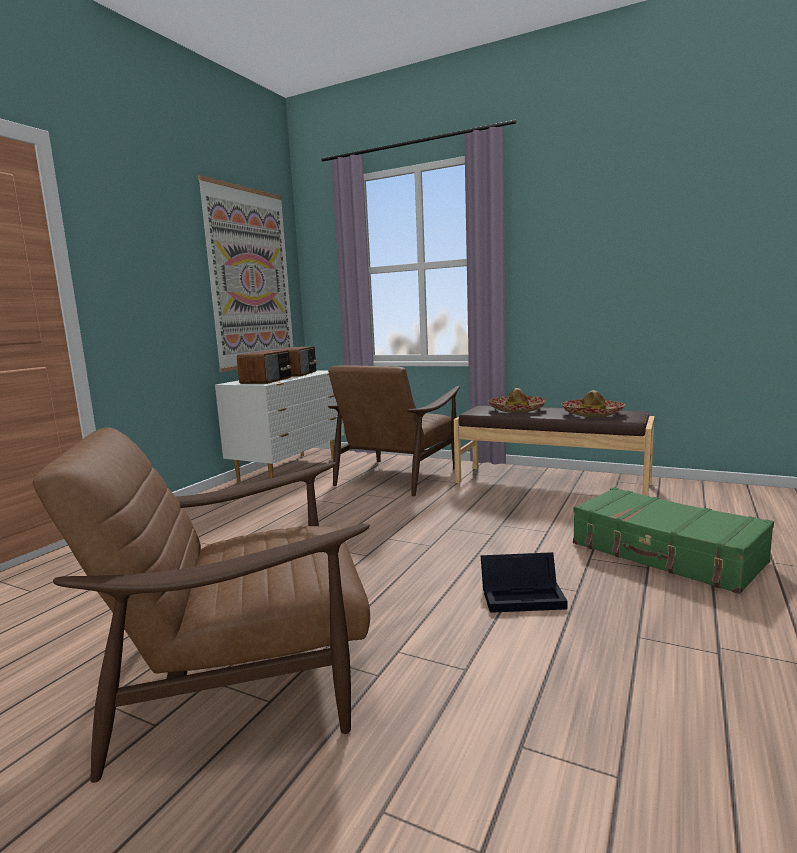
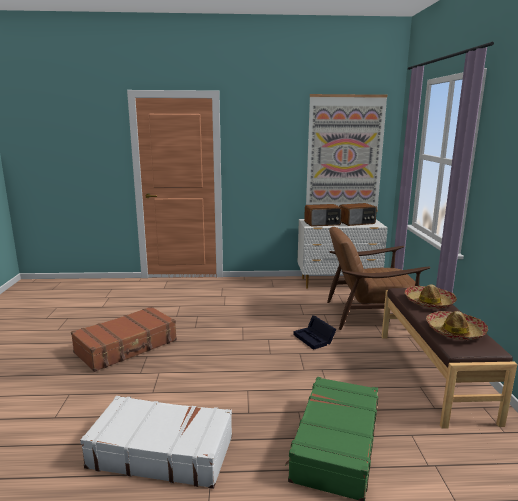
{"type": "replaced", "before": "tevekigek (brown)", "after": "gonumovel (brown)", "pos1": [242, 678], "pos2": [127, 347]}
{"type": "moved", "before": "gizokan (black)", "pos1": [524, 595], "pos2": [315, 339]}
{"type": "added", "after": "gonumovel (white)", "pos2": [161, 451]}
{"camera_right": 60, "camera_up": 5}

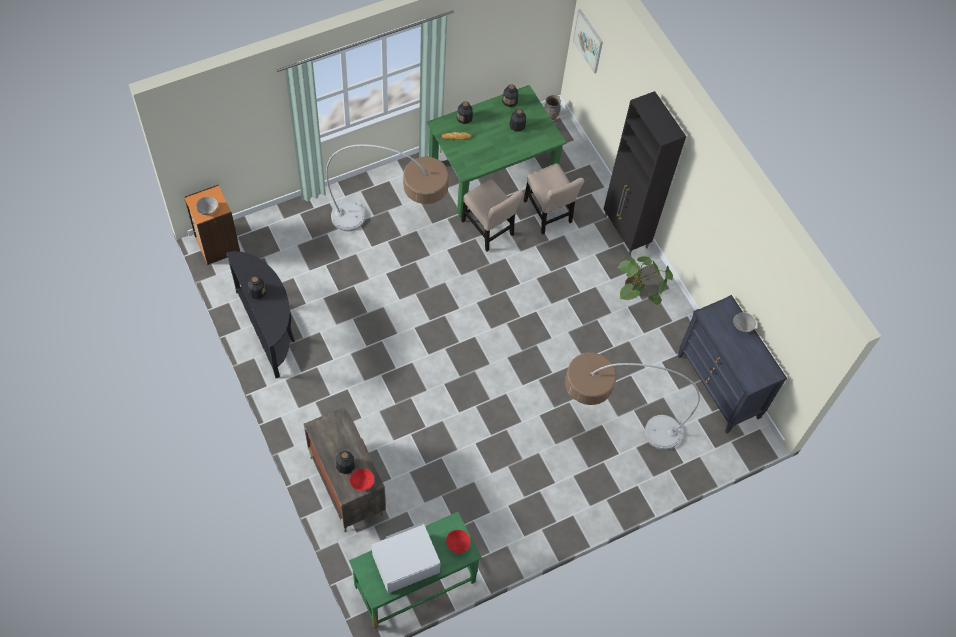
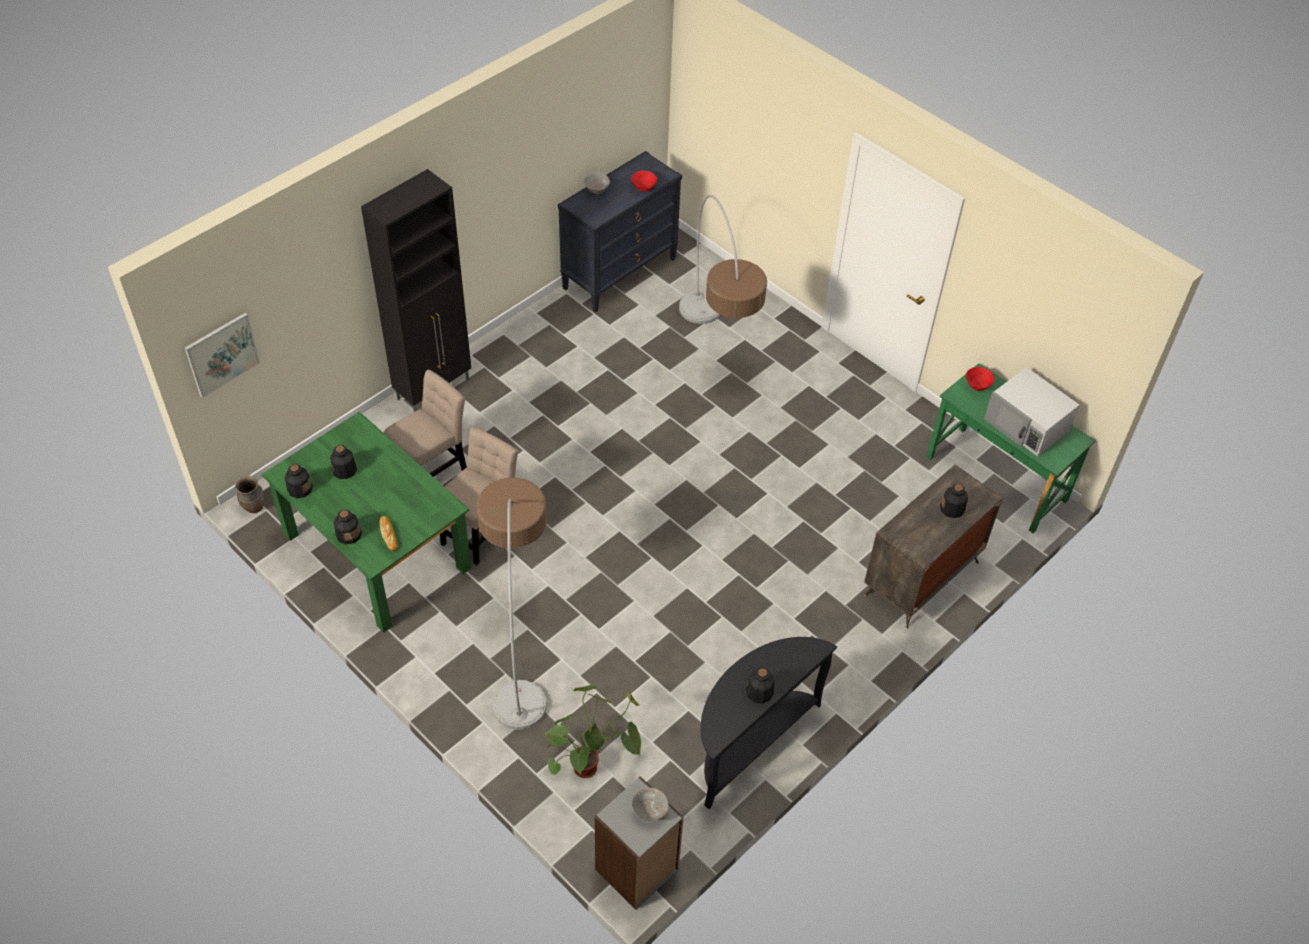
{"type": "recoloured", "before": "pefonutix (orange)", "after": "pefonutix (grey)", "pos1": [217, 245], "pos2": [637, 870]}
{"type": "moved", "before": "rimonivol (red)", "pos1": [362, 483], "pos2": [644, 187]}
{"type": "moved", "before": "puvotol", "pos1": [636, 295], "pos2": [590, 759]}
{"camera_right": -105, "camera_up": -10}

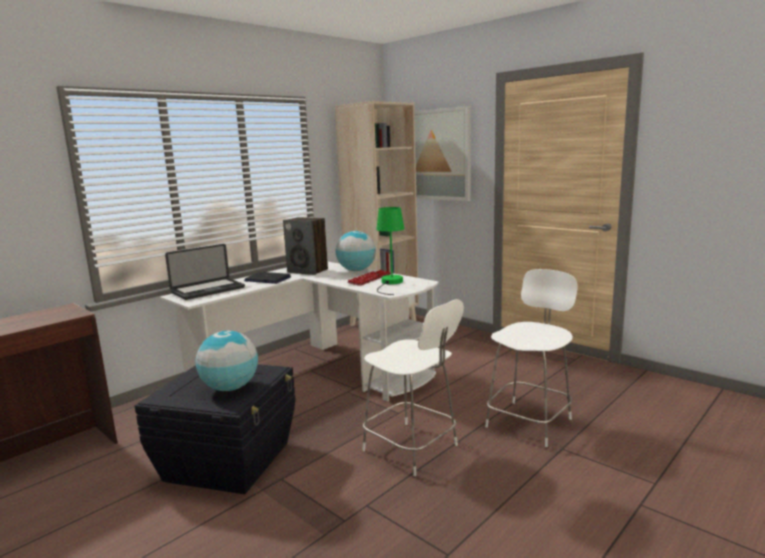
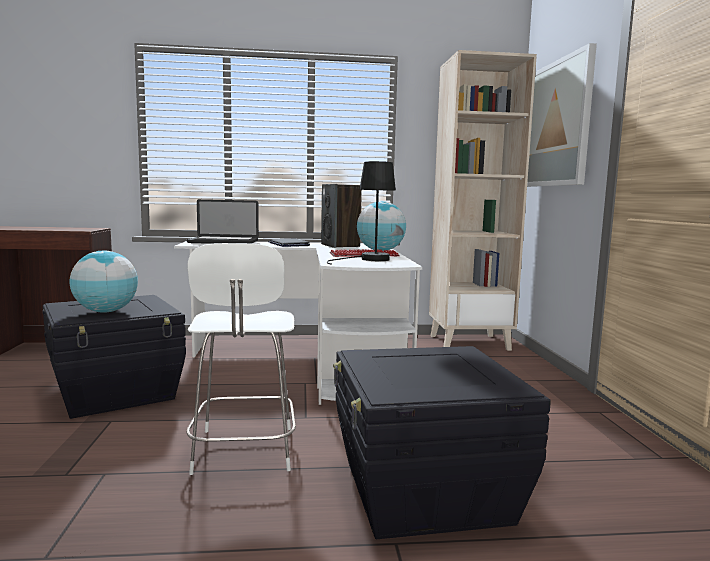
{"type": "recoloured", "before": "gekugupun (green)", "after": "gekugupun (black)", "pos1": [390, 283], "pos2": [367, 260]}
{"type": "replaced", "before": "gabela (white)", "after": "gizokan (black)", "pos1": [530, 421], "pos2": [424, 492]}
{"camera_right": 40, "camera_up": -5}

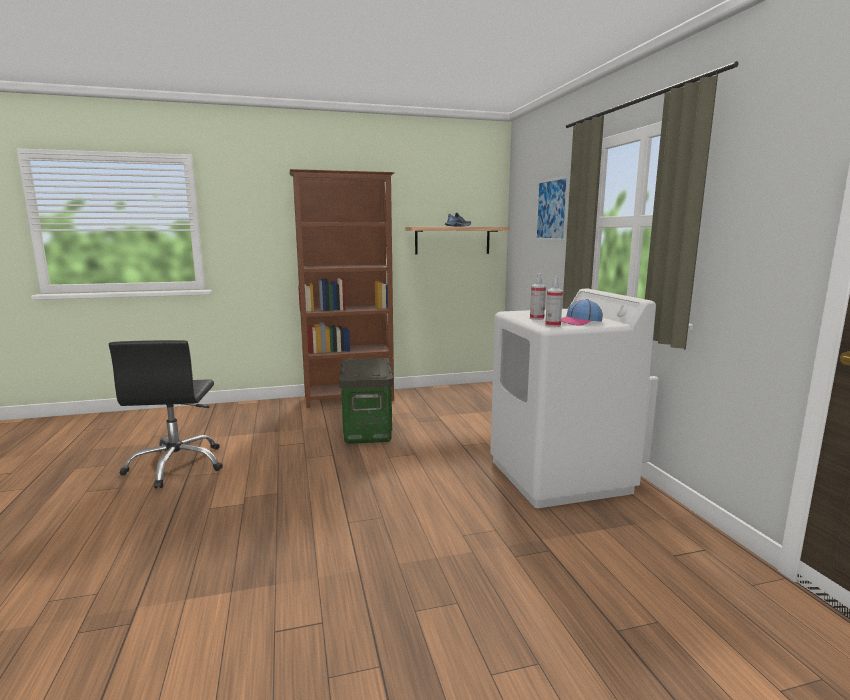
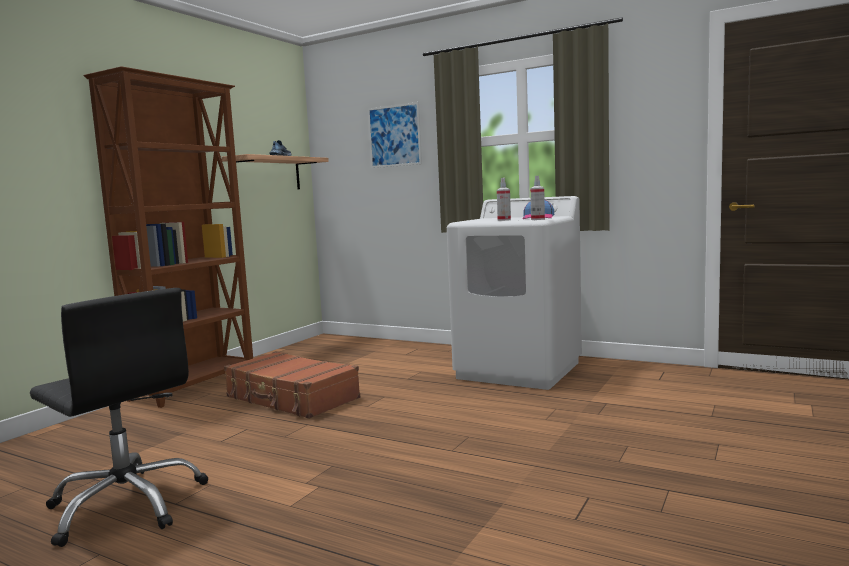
{"type": "replaced", "before": "gizokan", "after": "gonumovel (brown)", "pos1": [368, 430], "pos2": [291, 398]}
{"camera_right": -45, "camera_up": -5}

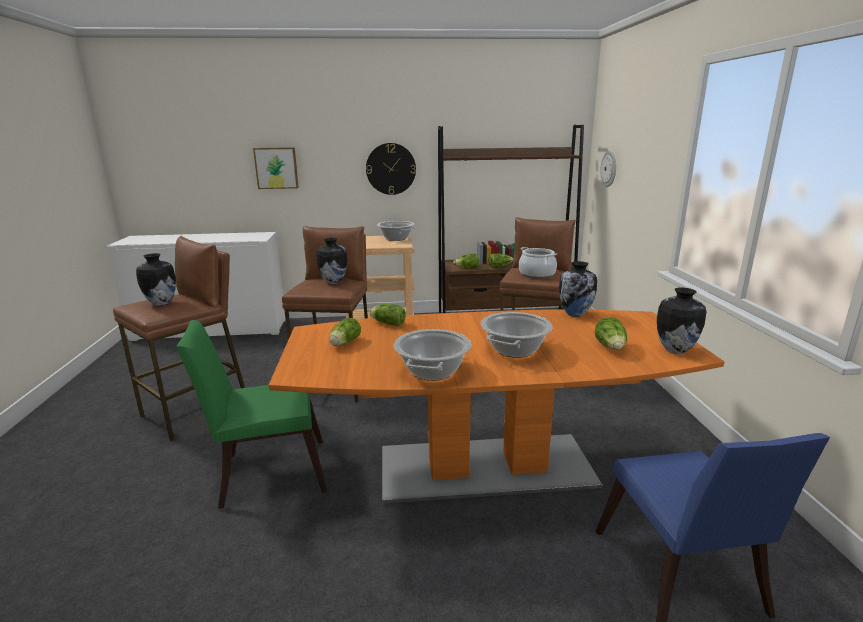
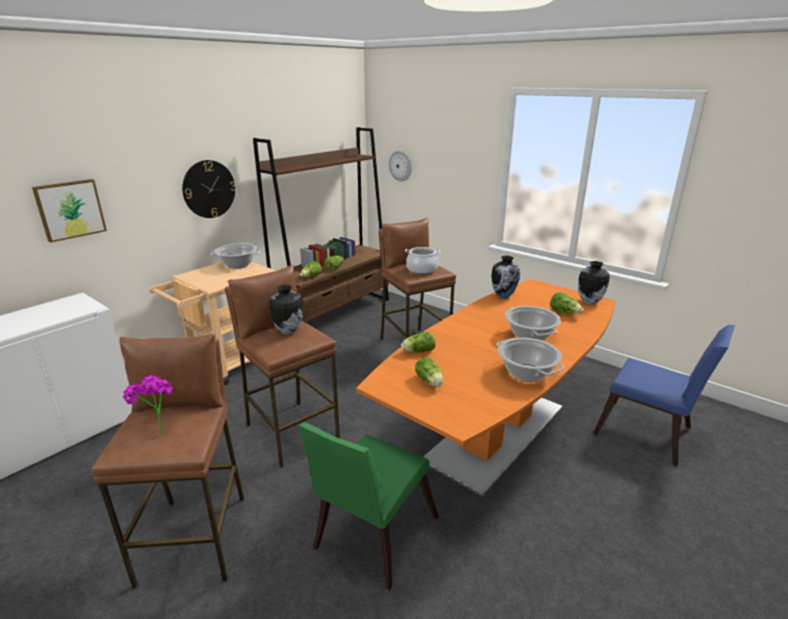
{"type": "replaced", "before": "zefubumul", "after": "puvotol", "pos1": [161, 303], "pos2": [158, 430]}
{"camera_right": -45, "camera_up": 5}

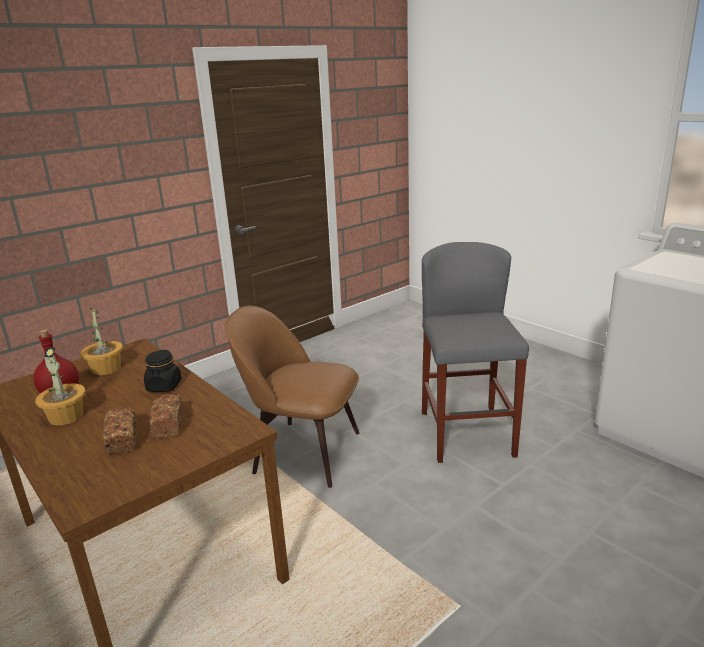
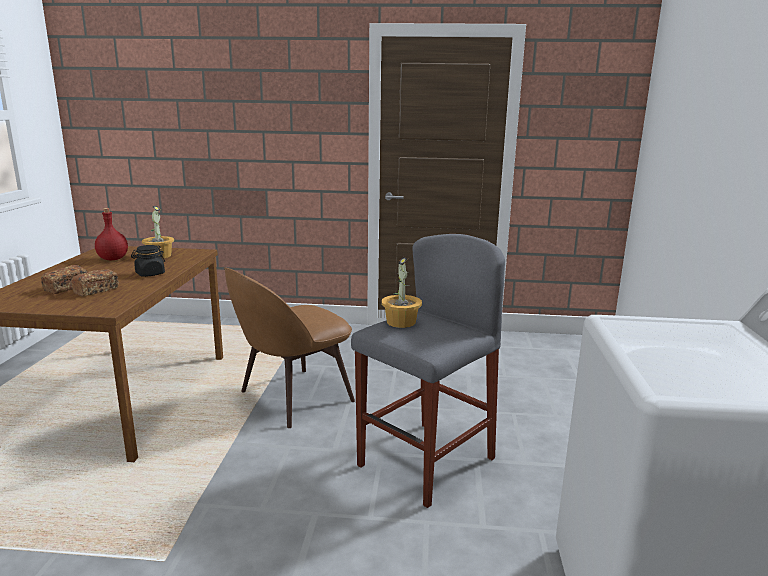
{"type": "moved", "before": "puvotol", "pos1": [66, 416], "pos2": [401, 322]}
{"type": "turned", "before": "gabela (brown)", "pos1": [302, 451], "pos2": [292, 398], "turn": -105}
{"camera_right": 45, "camera_up": -5}

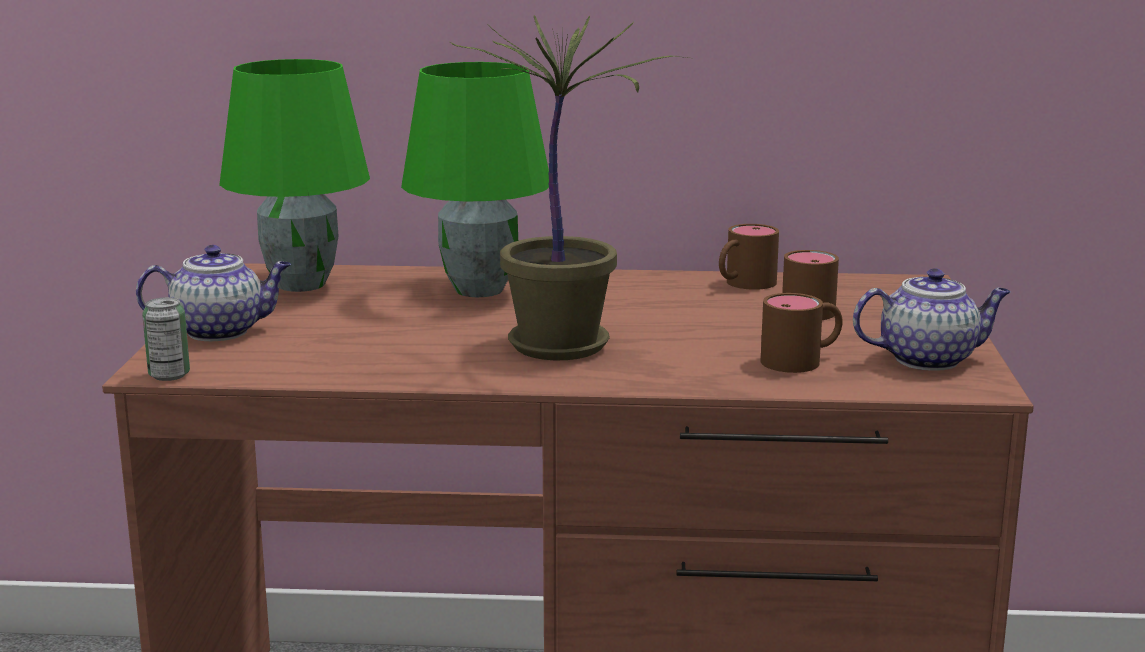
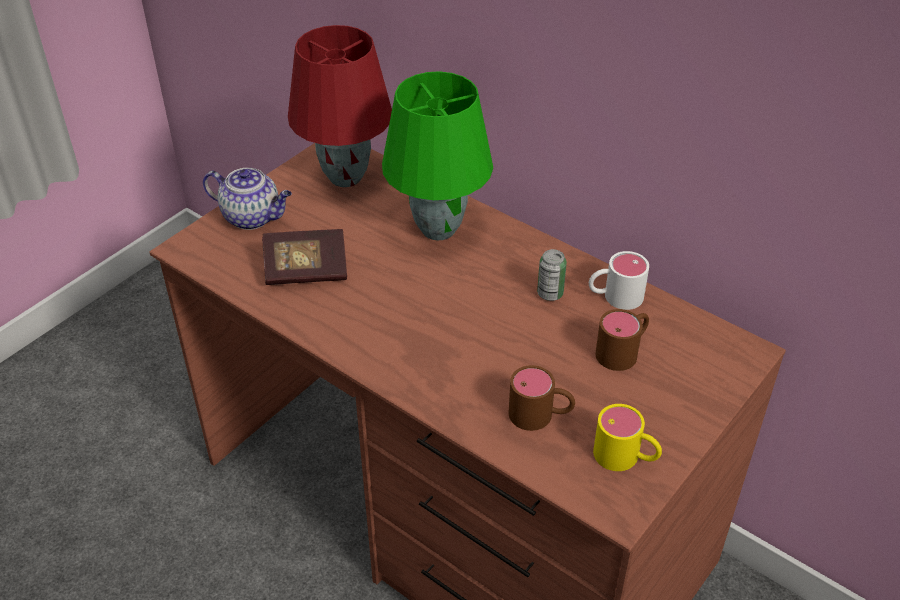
{"type": "moved", "before": "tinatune", "pos1": [169, 375], "pos2": [550, 293]}
{"type": "recoloured", "before": "gekugupun (green)", "after": "gekugupun (red)", "pos1": [300, 285], "pos2": [344, 178]}
{"type": "removed", "before": "puvotol", "pos1": [563, 347]}
{"type": "recoloured", "before": "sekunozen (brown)", "after": "sekunozen (white)", "pos1": [743, 284], "pos2": [614, 296]}
{"type": "replaced", "before": "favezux", "after": "sekunozen (yellow)", "pos1": [929, 359], "pos2": [626, 457]}
{"type": "added", "after": "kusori", "pos2": [306, 271]}
{"camera_right": 35, "camera_up": 25}

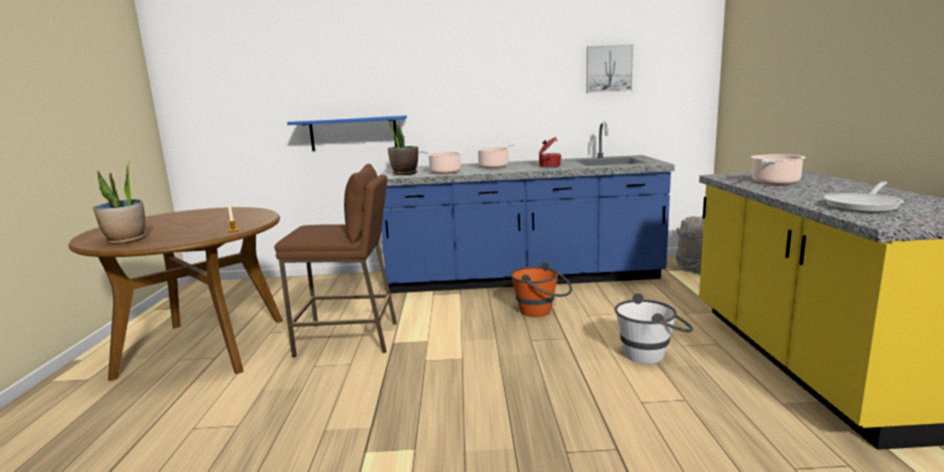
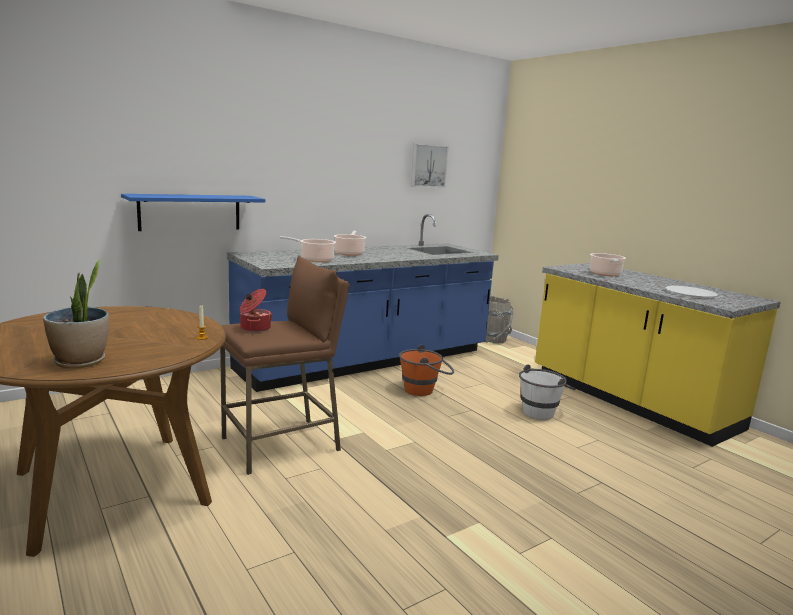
{"type": "removed", "before": "puvotol", "pos1": [404, 174]}
{"type": "moved", "before": "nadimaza", "pos1": [549, 166], "pos2": [254, 328]}
{"type": "replaced", "before": "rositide", "after": "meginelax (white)", "pos1": [864, 206], "pos2": [690, 293]}
{"camera_right": -35, "camera_up": 0}

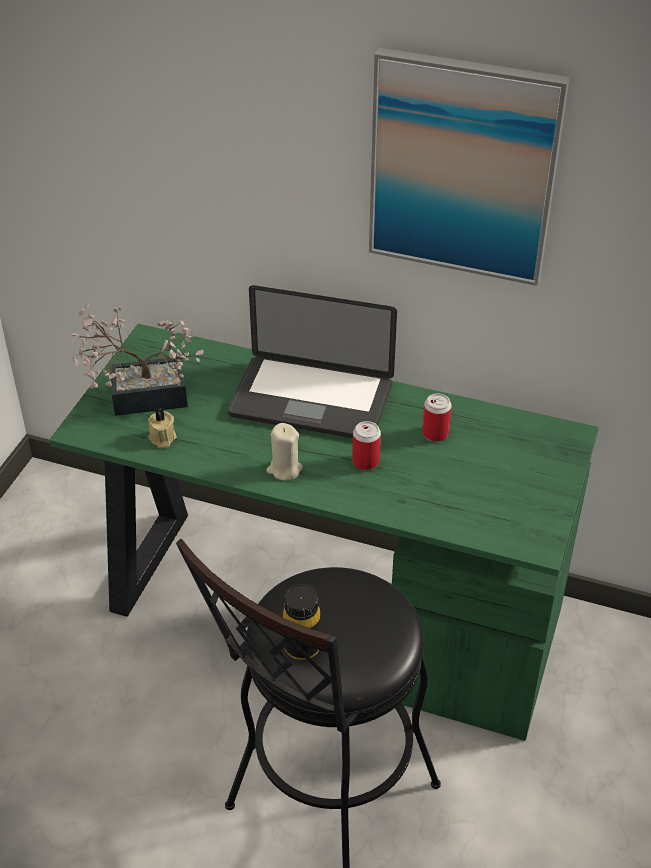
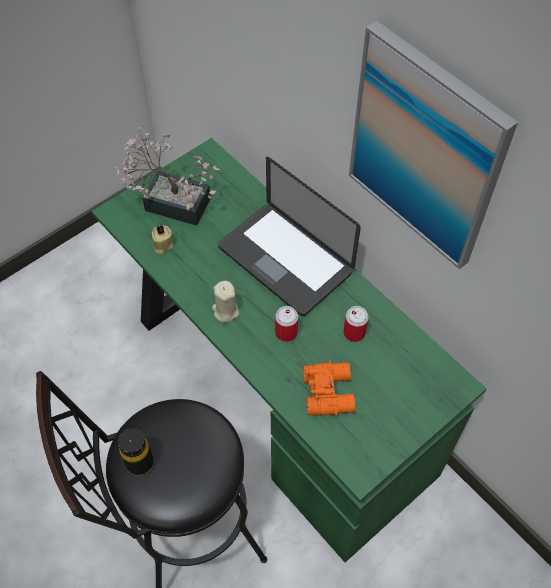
{"type": "added", "after": "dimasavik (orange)", "pos2": [329, 391]}
{"camera_right": 30, "camera_up": 15}

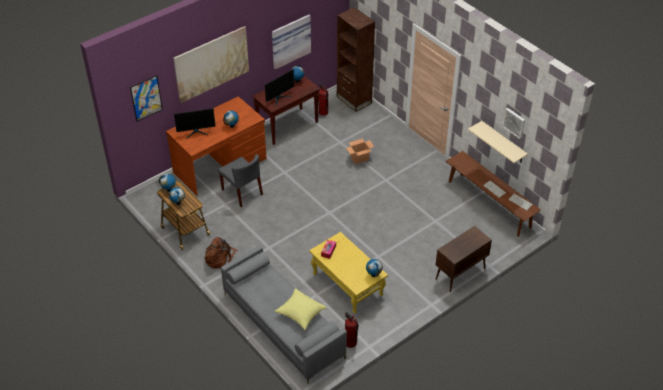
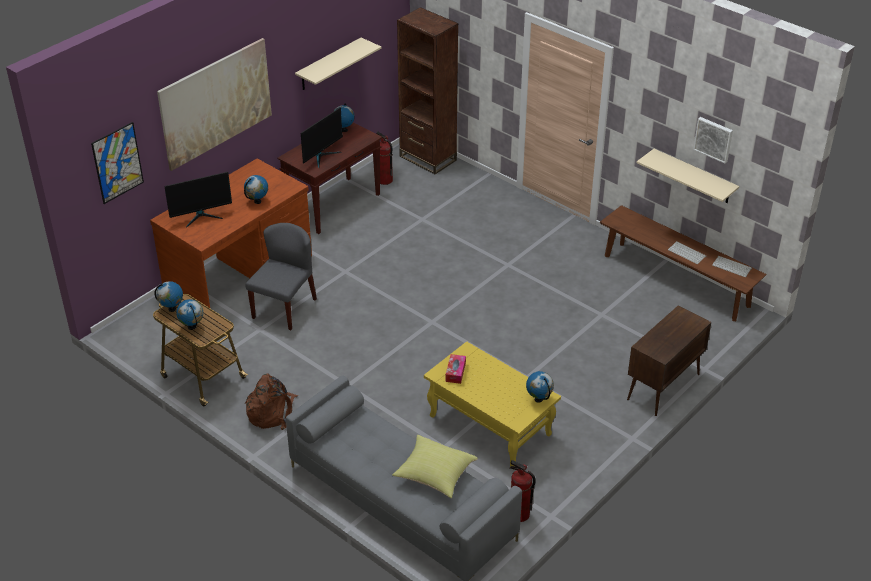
{"type": "turned", "before": "gabela (grey)", "pos1": [242, 192], "pos2": [284, 308], "turn": -105}
{"type": "replaced", "before": "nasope", "after": "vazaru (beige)", "pos1": [290, 40], "pos2": [329, 64]}
{"type": "removed", "before": "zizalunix", "pos1": [359, 158]}
{"camera_right": -10, "camera_up": -5}

